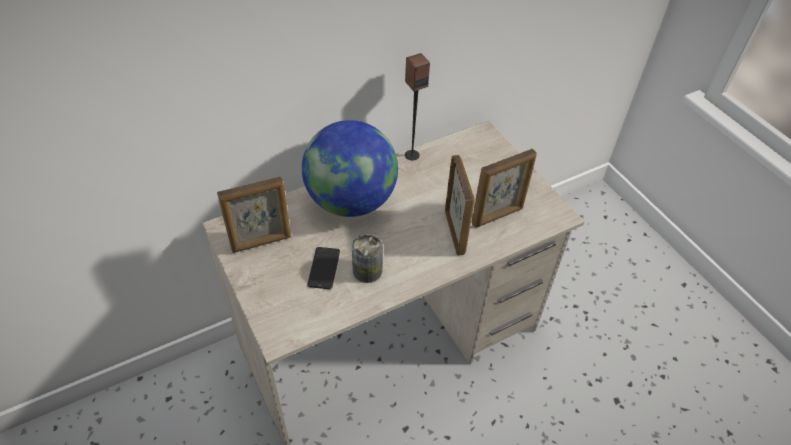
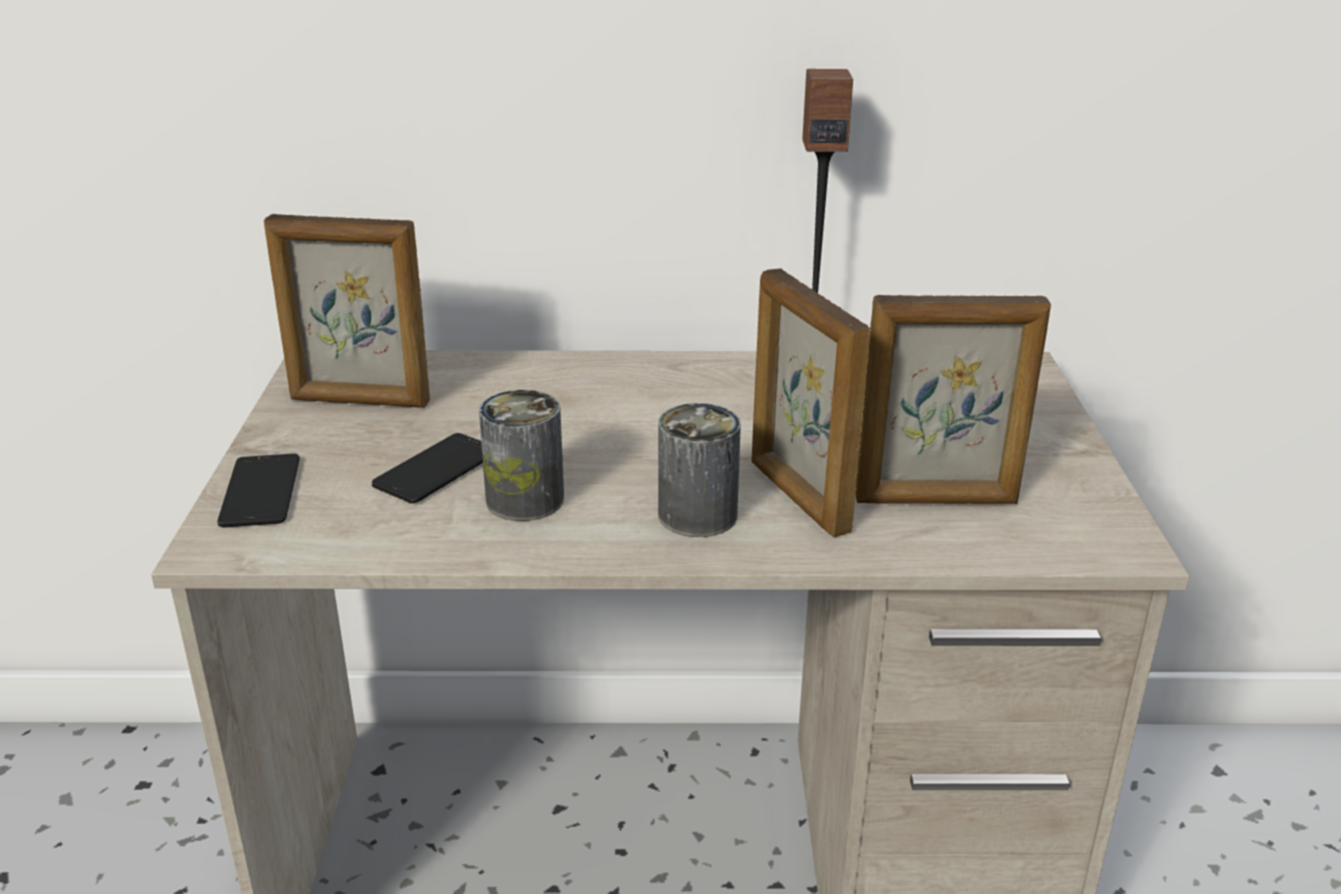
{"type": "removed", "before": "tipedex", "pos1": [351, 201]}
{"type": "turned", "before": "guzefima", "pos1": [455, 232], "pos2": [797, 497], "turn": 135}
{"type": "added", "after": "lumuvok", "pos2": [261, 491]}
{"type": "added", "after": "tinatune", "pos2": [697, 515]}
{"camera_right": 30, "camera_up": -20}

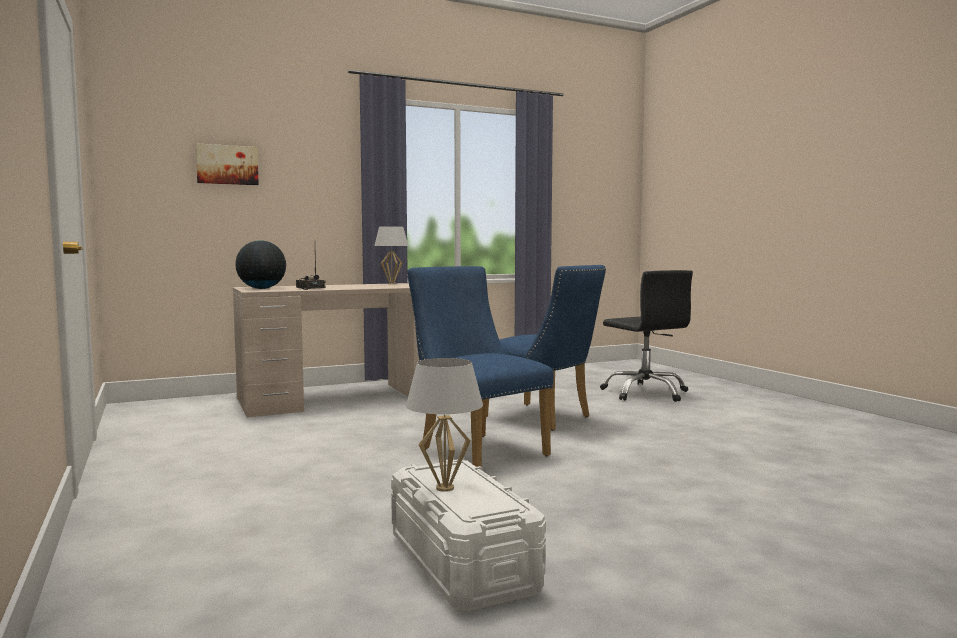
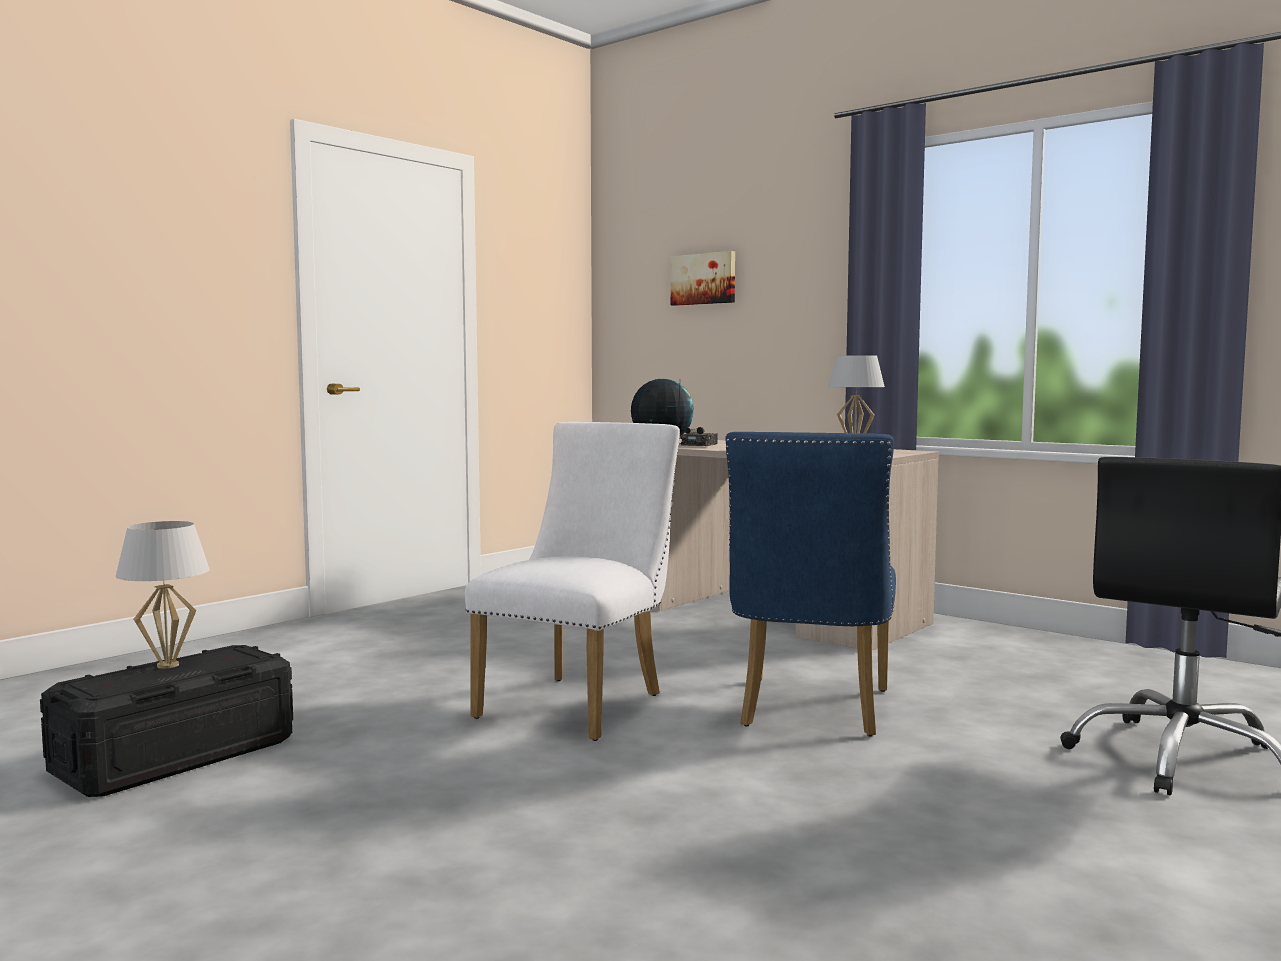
{"type": "recoloured", "before": "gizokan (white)", "after": "gizokan (black)", "pos1": [462, 562], "pos2": [176, 756]}
{"type": "recoloured", "before": "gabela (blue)", "after": "gabela (white)", "pos1": [477, 450], "pos2": [581, 703]}
{"camera_right": 65, "camera_up": 0}

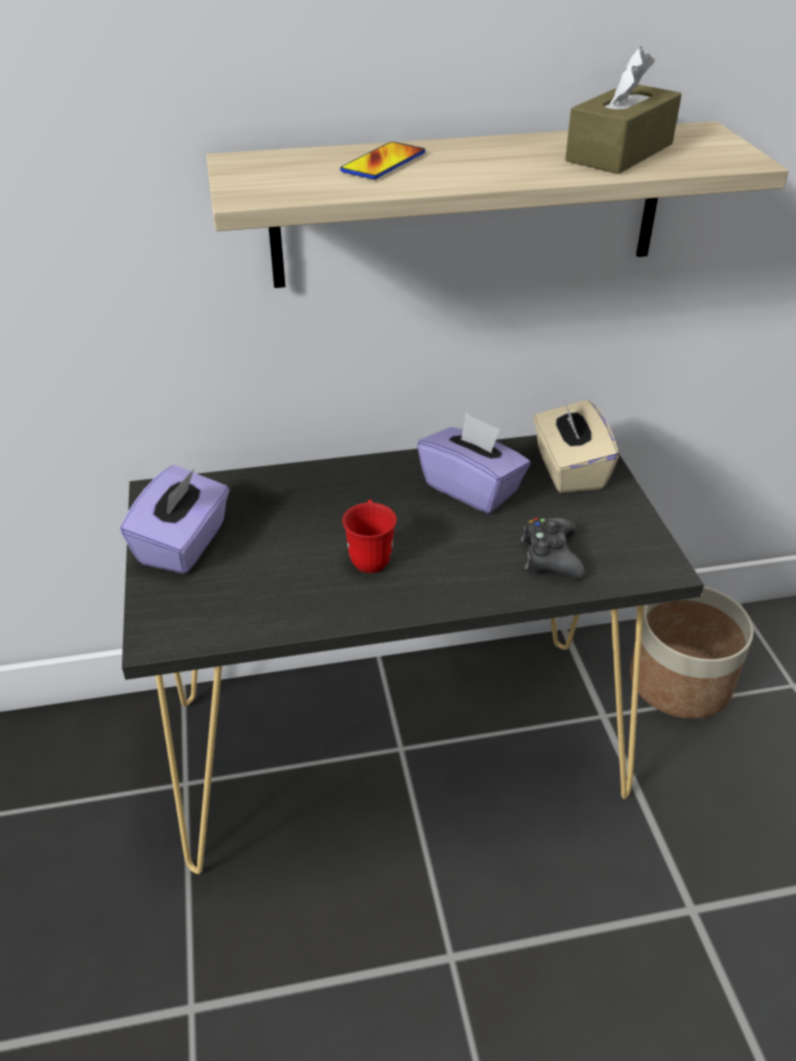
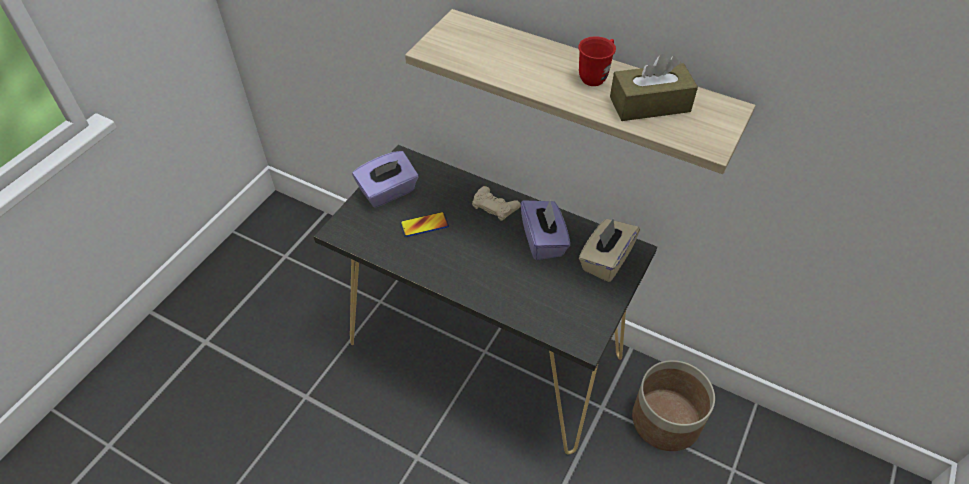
{"type": "moved", "before": "lumuvok", "pos1": [383, 163], "pos2": [424, 225]}
{"type": "moved", "before": "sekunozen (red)", "pos1": [370, 555], "pos2": [596, 76]}
{"type": "removed", "before": "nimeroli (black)", "pos1": [550, 556]}
{"type": "added", "after": "nimeroli (beige)", "pos2": [495, 206]}
{"camera_right": 40, "camera_up": 10}

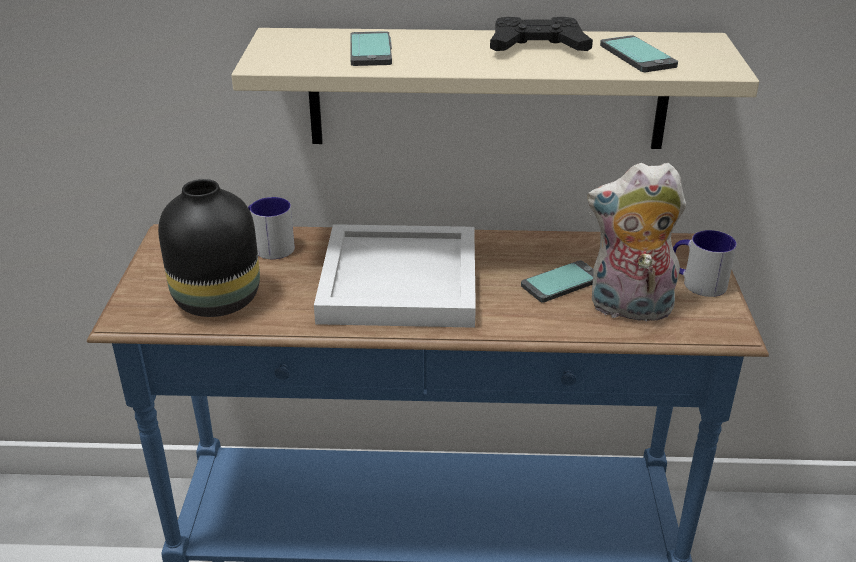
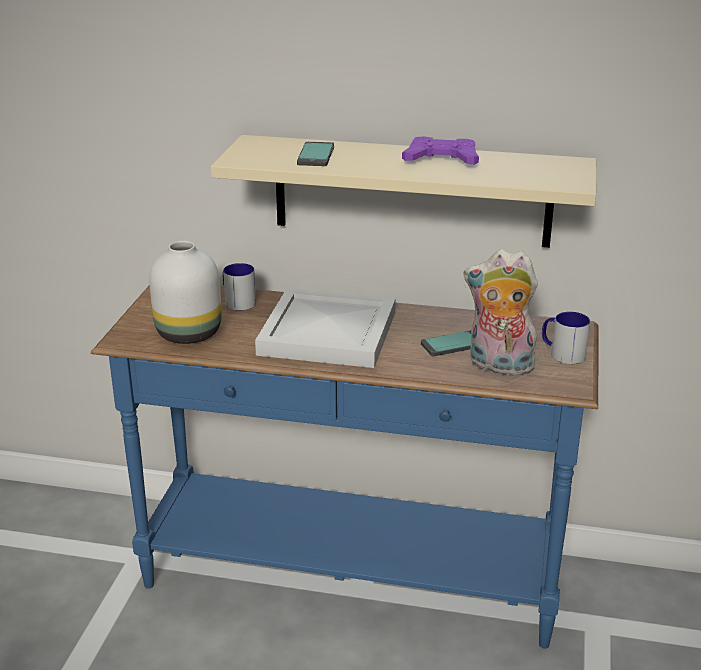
{"type": "recoloured", "before": "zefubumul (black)", "after": "zefubumul (white)", "pos1": [216, 301], "pos2": [188, 334]}
{"type": "recoloured", "before": "nimeroli (black)", "after": "nimeroli (purple)", "pos1": [537, 47], "pos2": [441, 160]}
{"type": "removed", "before": "lumuvok", "pos1": [638, 56]}
{"camera_right": 10, "camera_up": -5}

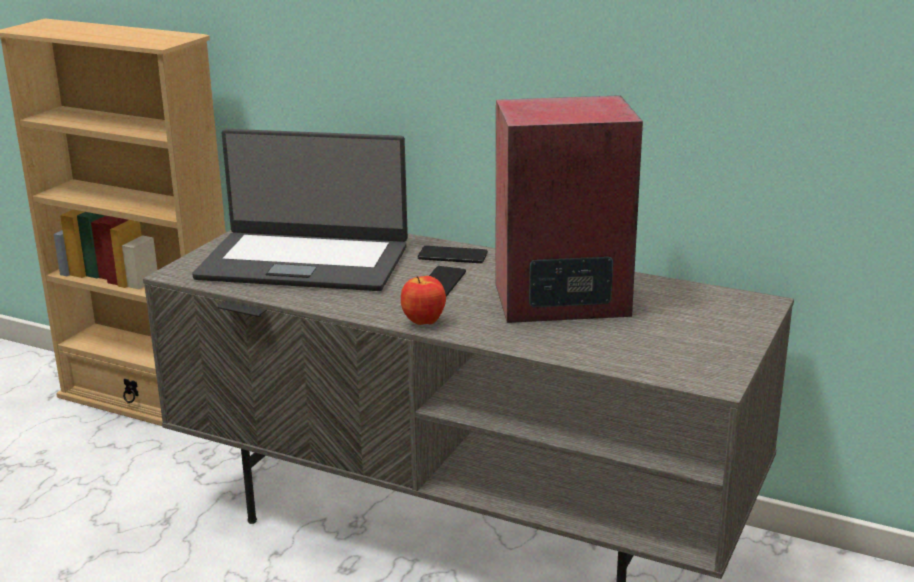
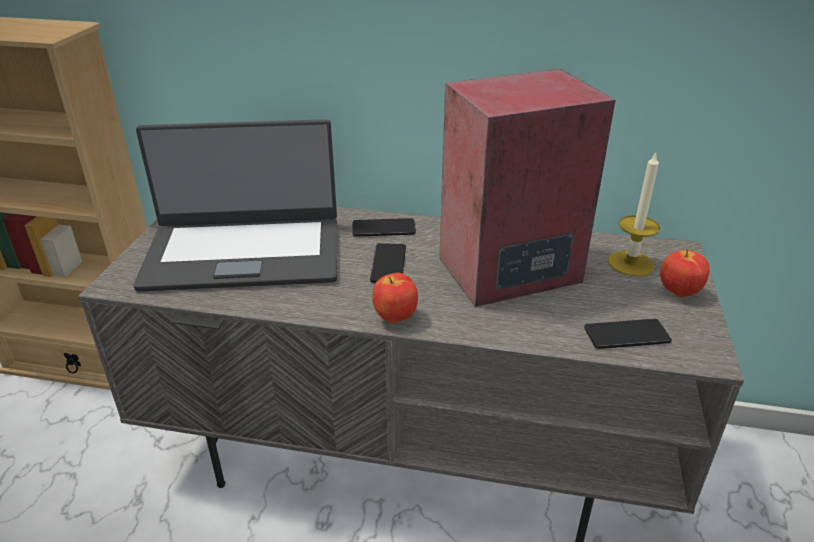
{"type": "added", "after": "lumuvok", "pos2": [626, 335]}
{"type": "added", "after": "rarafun", "pos2": [630, 263]}
{"type": "added", "after": "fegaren", "pos2": [678, 292]}
{"camera_right": -15, "camera_up": 10}

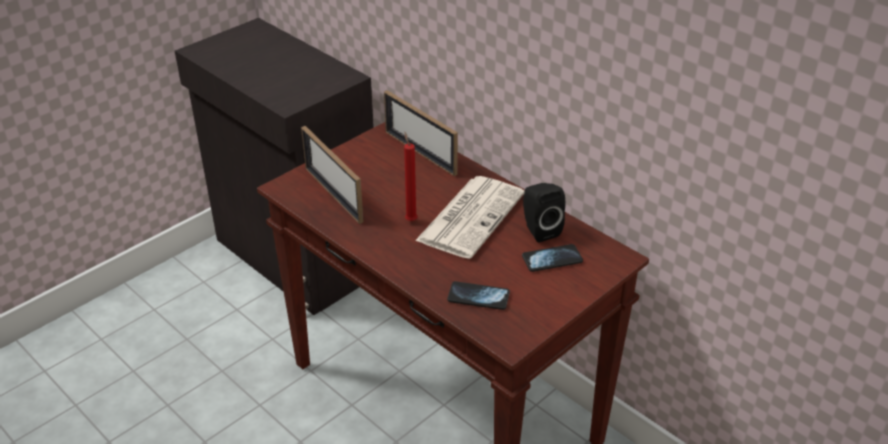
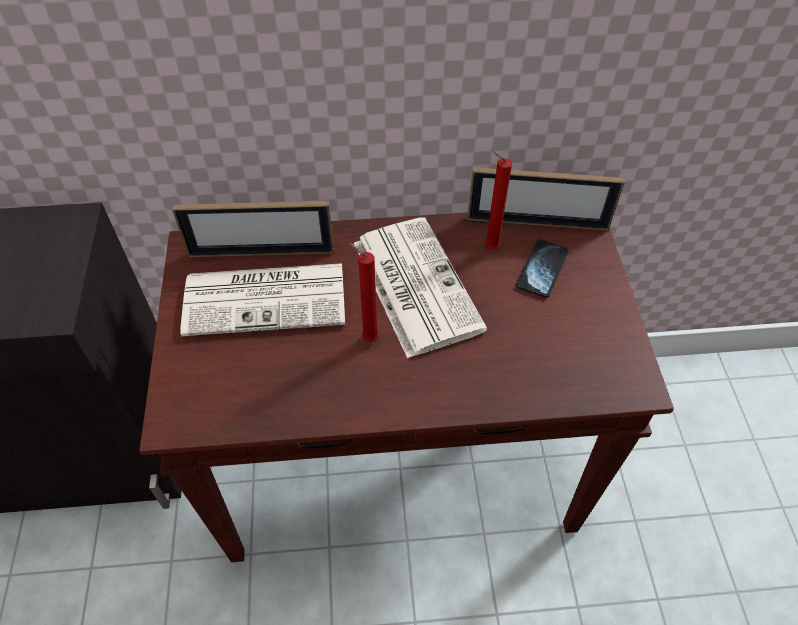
{"type": "moved", "before": "guzefima", "pos1": [333, 194], "pos2": [537, 223]}
{"type": "removed", "before": "lumuvok", "pos1": [478, 297]}
{"type": "replaced", "before": "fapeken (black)", "after": "rarafun (red)", "pos1": [539, 230], "pos2": [488, 248]}
{"type": "added", "after": "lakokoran", "pos2": [267, 298]}
{"camera_right": -50, "camera_up": 15}

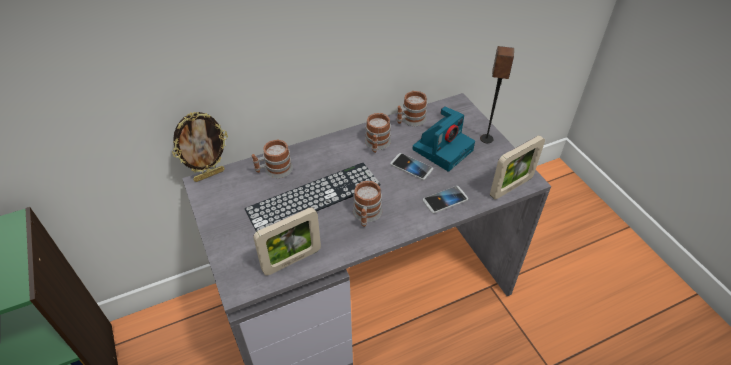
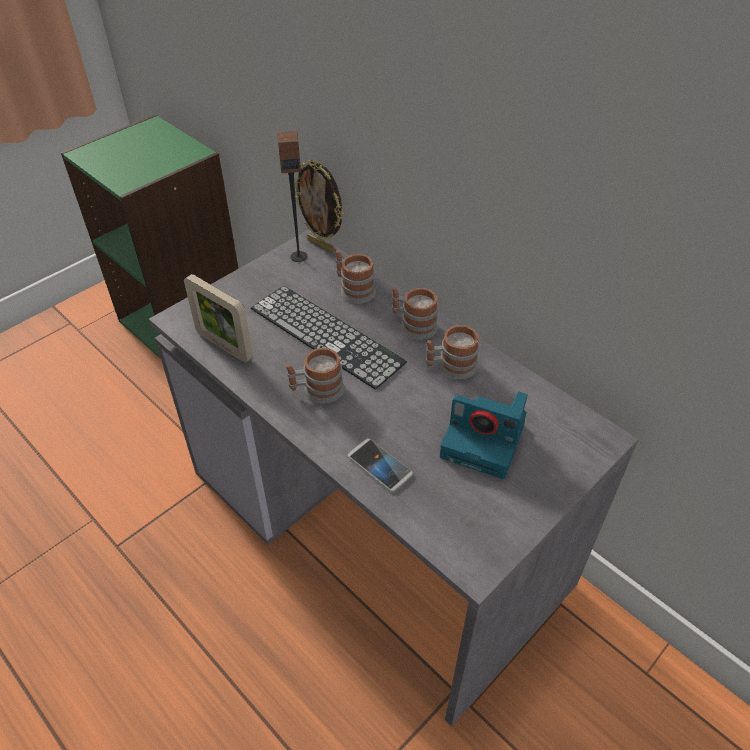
{"type": "removed", "before": "lumuvok", "pos1": [411, 167]}
{"type": "moved", "before": "sekunozen", "pos1": [410, 120], "pos2": [413, 325]}
{"type": "moved", "before": "fapeken", "pos1": [486, 138], "pos2": [299, 256]}
{"type": "removed", "before": "guzefima", "pos1": [511, 187]}
{"camera_right": 70, "camera_up": 0}

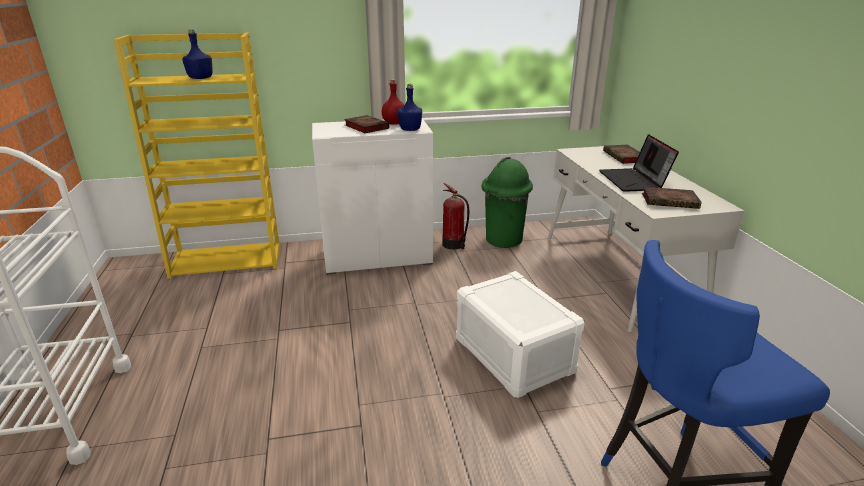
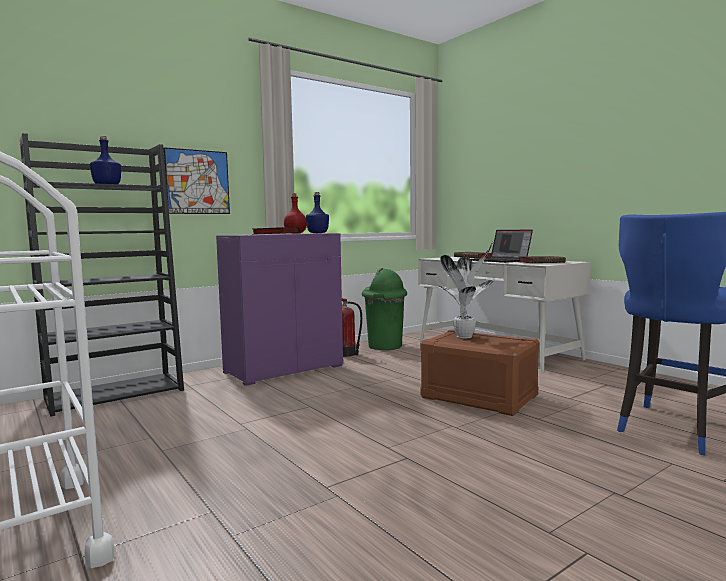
{"type": "recoloured", "before": "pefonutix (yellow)", "after": "pefonutix (black)", "pos1": [228, 259], "pos2": [116, 393]}
{"type": "recoloured", "before": "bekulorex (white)", "after": "bekulorex (purple)", "pos1": [378, 256], "pos2": [284, 369]}
{"type": "recoloured", "before": "gizokan (white)", "after": "gizokan (brown)", "pos1": [512, 355], "pos2": [478, 397]}
{"type": "added", "after": "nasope", "pos2": [197, 182]}
{"type": "added", "after": "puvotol", "pos2": [466, 337]}
{"camera_right": -25, "camera_up": -20}

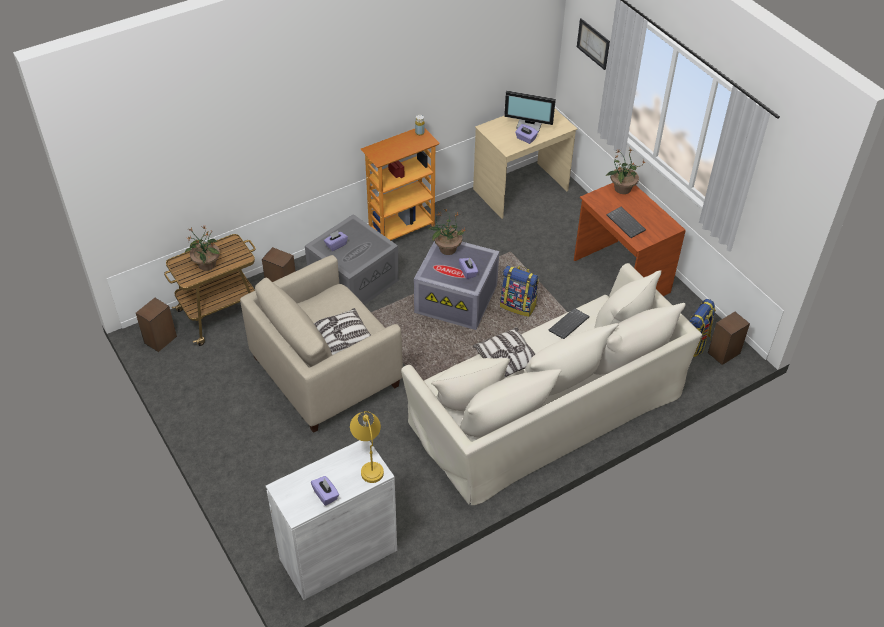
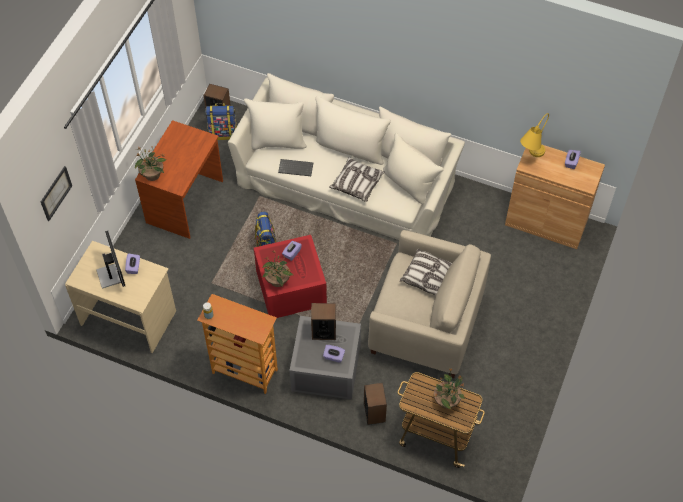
{"type": "moved", "before": "fapeken", "pos1": [160, 339], "pos2": [323, 331]}
{"type": "recoloured", "before": "bekulorex (white)", "after": "bekulorex (brown)", "pos1": [338, 555], "pos2": [546, 222]}
{"type": "recoloured", "before": "gizokan (grey)", "after": "gizokan (red)", "pos1": [457, 299], "pos2": [290, 287]}
{"type": "removed", "before": "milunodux", "pos1": [626, 223]}
{"camera_right": -125, "camera_up": 10}

